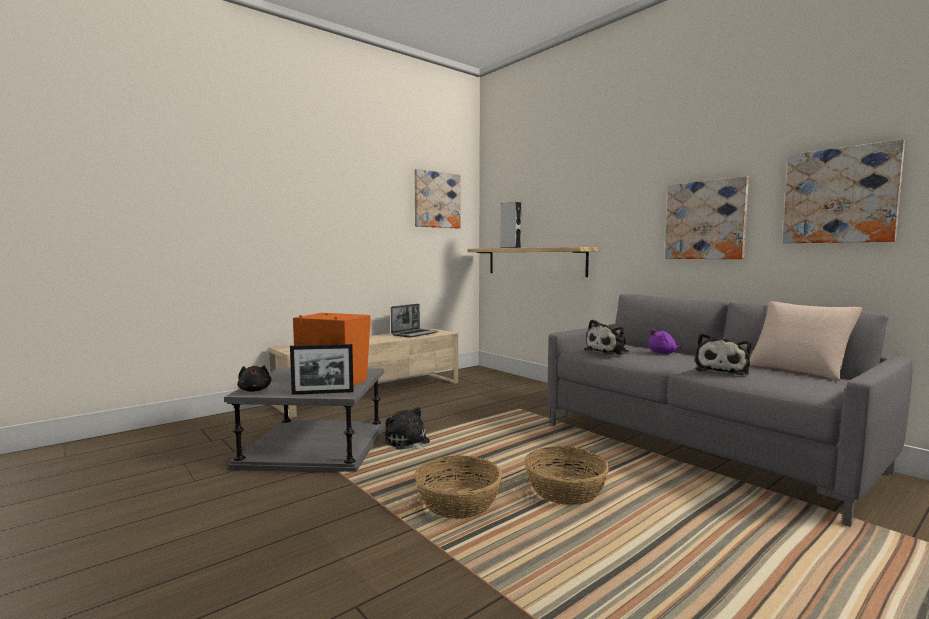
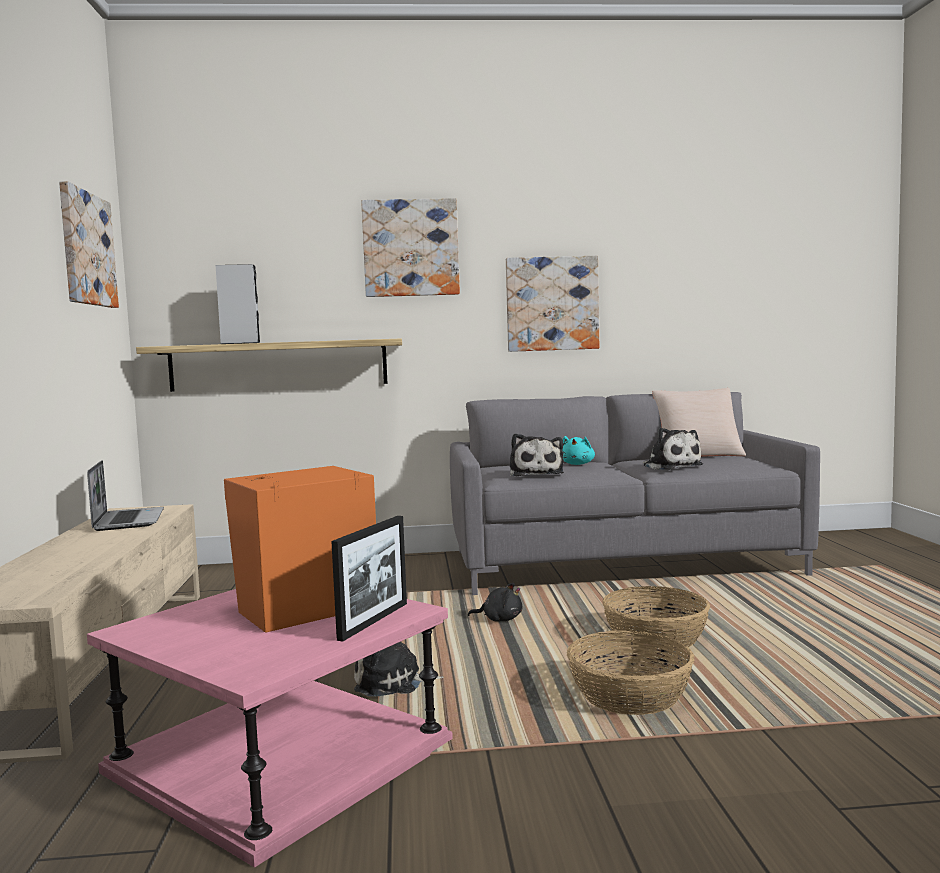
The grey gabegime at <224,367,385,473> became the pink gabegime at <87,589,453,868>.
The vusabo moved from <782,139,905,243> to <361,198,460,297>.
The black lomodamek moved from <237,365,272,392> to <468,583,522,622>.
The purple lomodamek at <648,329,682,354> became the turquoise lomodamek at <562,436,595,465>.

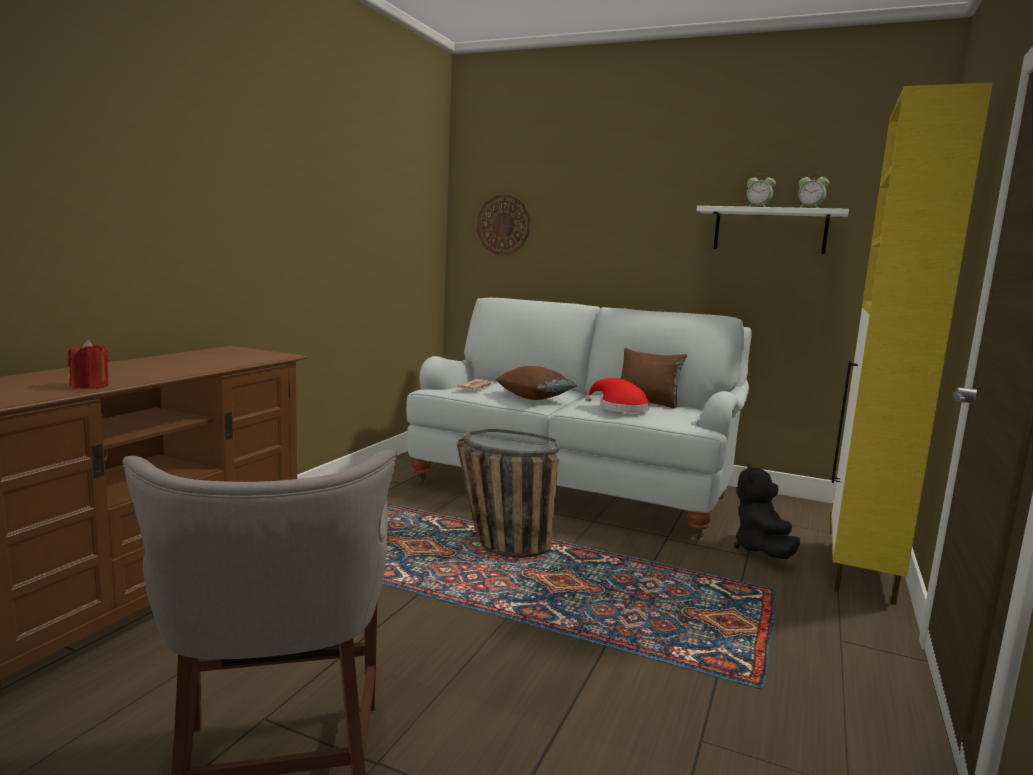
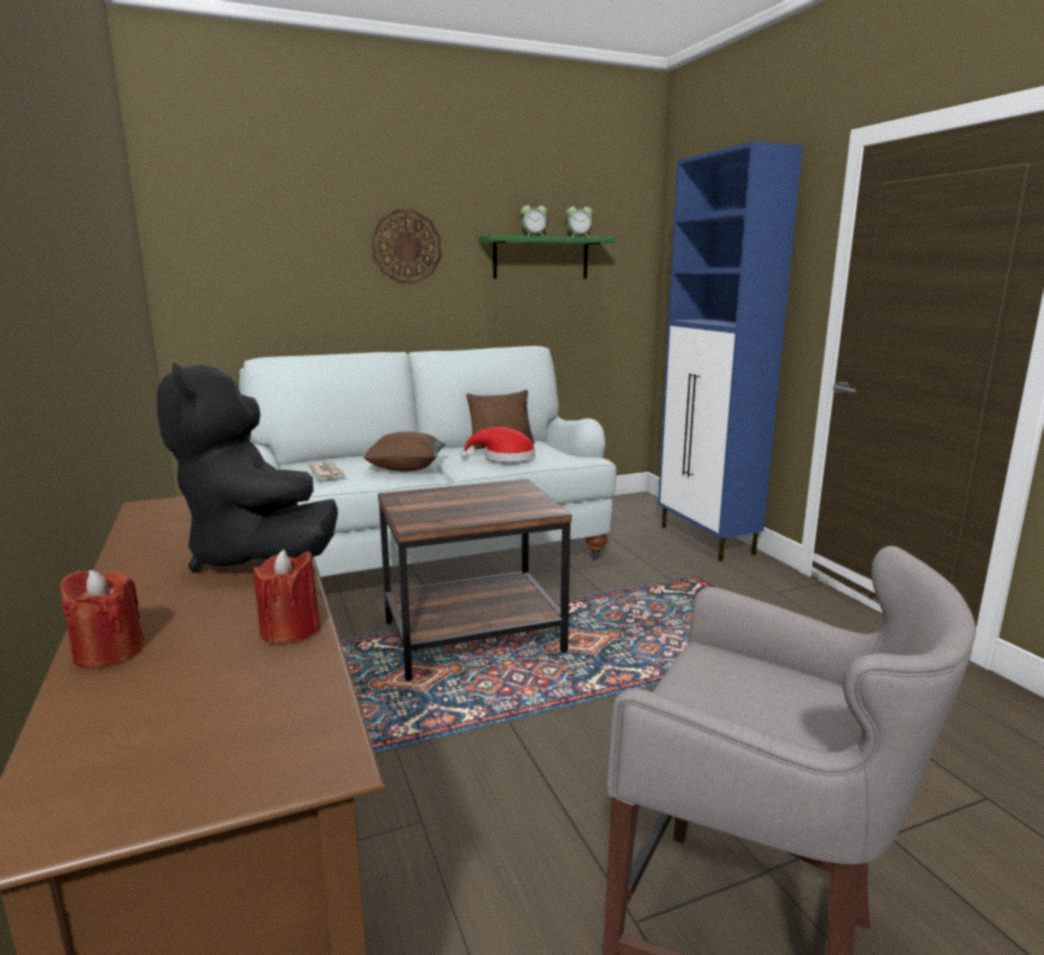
The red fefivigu at <60,570,144,669> appeared.
The black lomodamek moved from <734,463,800,559> to <157,363,338,573>.
The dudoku moved from <477,195,531,255> to <371,209,442,284>.
The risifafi at <456,429,559,558> was replaced by the brown gabegime at <378,479,572,681>.
The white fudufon at <697,206,849,254> became the green fudufon at <479,235,616,279>.
The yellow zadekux at <831,82,993,605> became the blue zadekux at <658,141,803,561>.

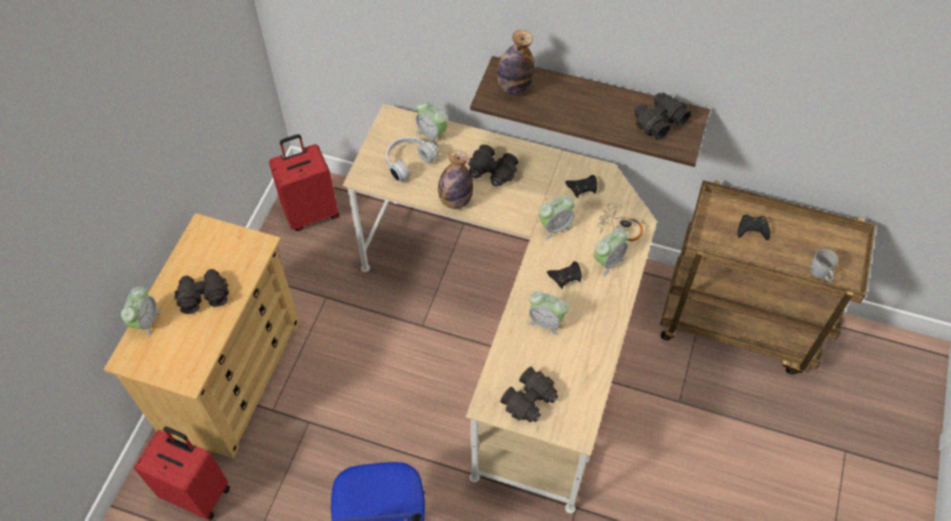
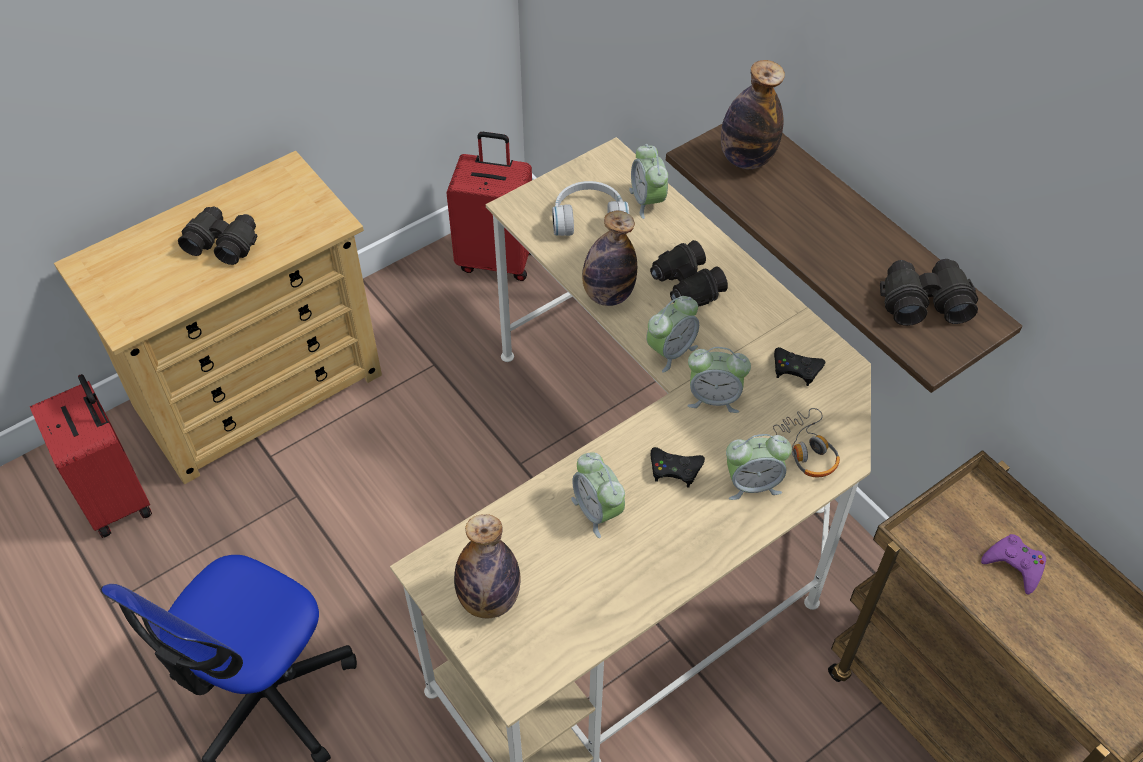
The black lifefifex at <500,367,558,422> was replaced by the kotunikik at <454,514,521,618>.
The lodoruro moved from <121,286,161,338> to <646,296,699,373>.
The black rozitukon at <737,214,770,241> became the purple rozitukon at <981,534,1046,595>.
The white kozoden at <811,249,838,282> disappeared.

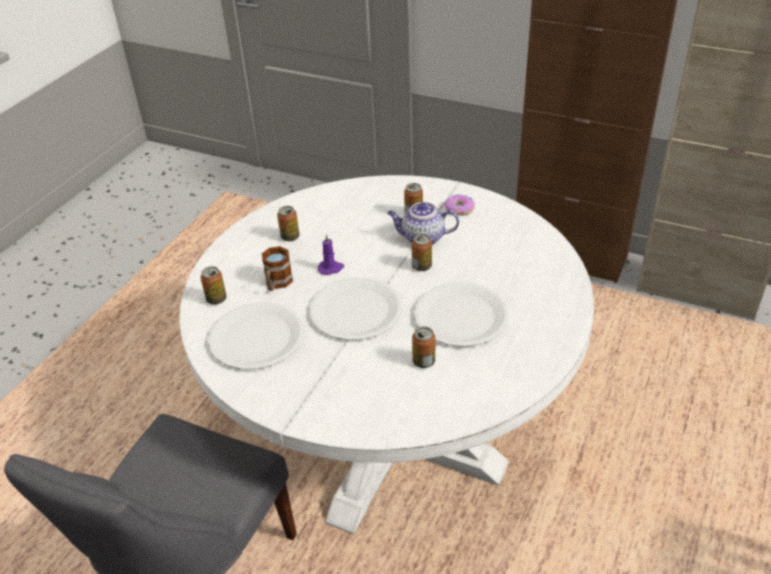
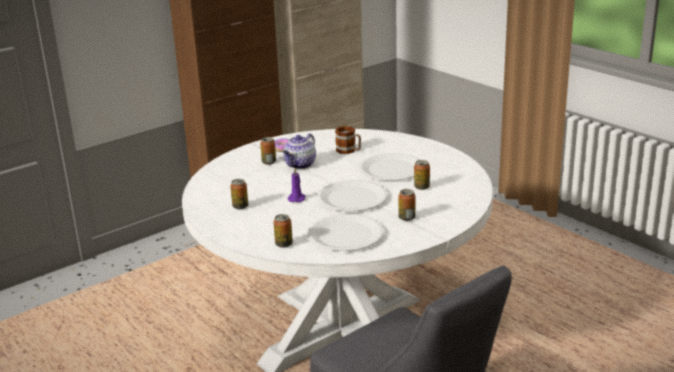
The kozoden moved from <262,246,293,291> to <335,126,361,154>.
The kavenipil moved from <412,234,432,271> to <398,189,416,221>.

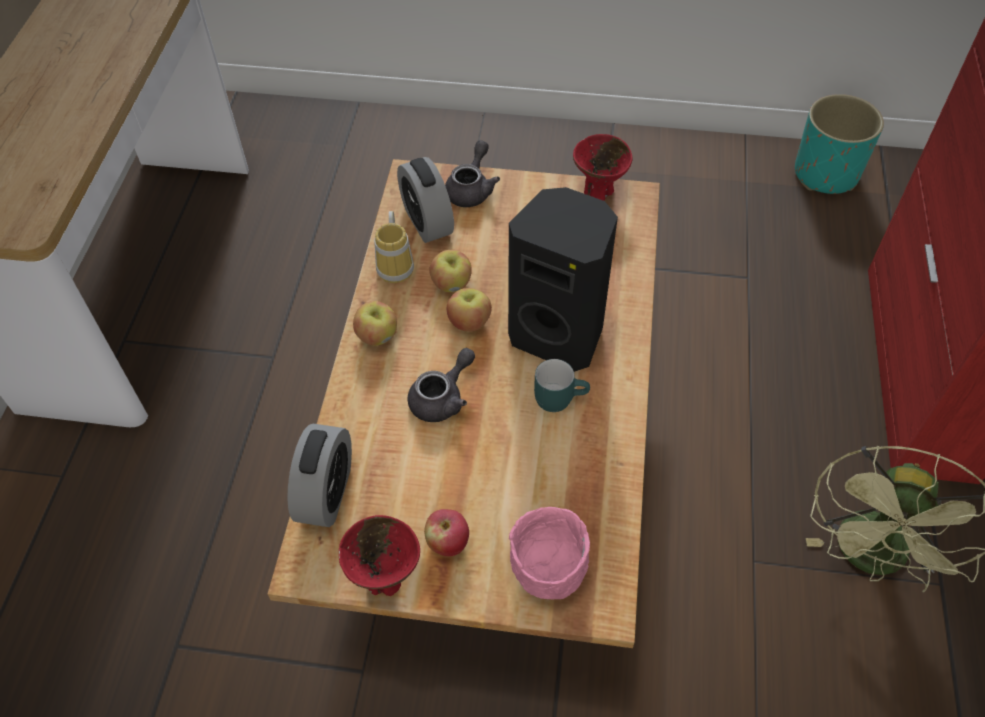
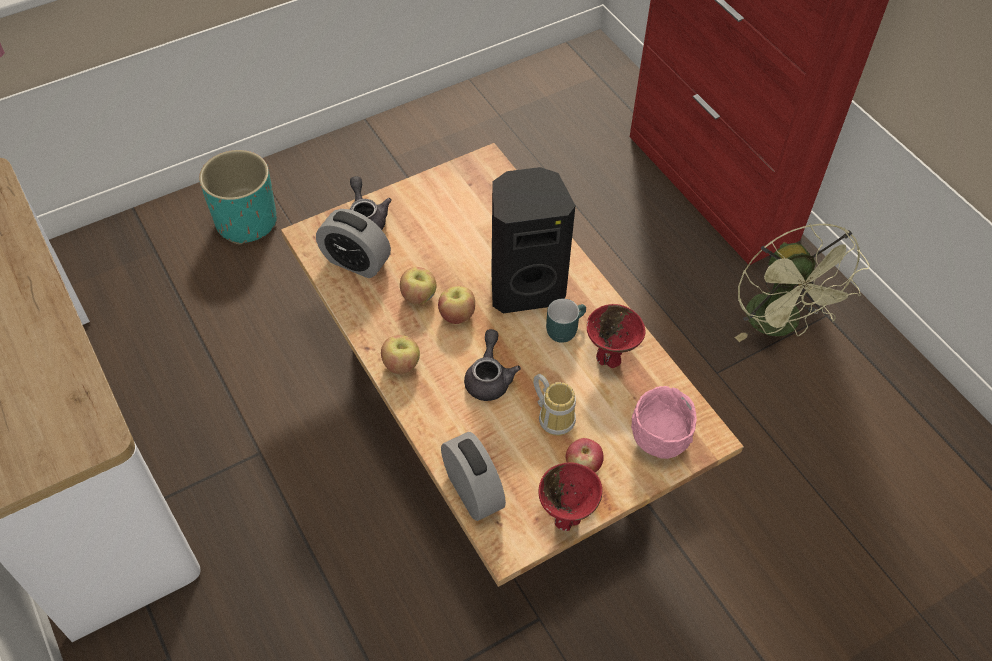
The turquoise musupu moved from <795,94,884,194> to <199,150,277,245>.
The kozoden moved from <374,211,414,283> to <533,374,576,436>.
The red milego moved from <573,134,633,201> to <587,304,646,368>.

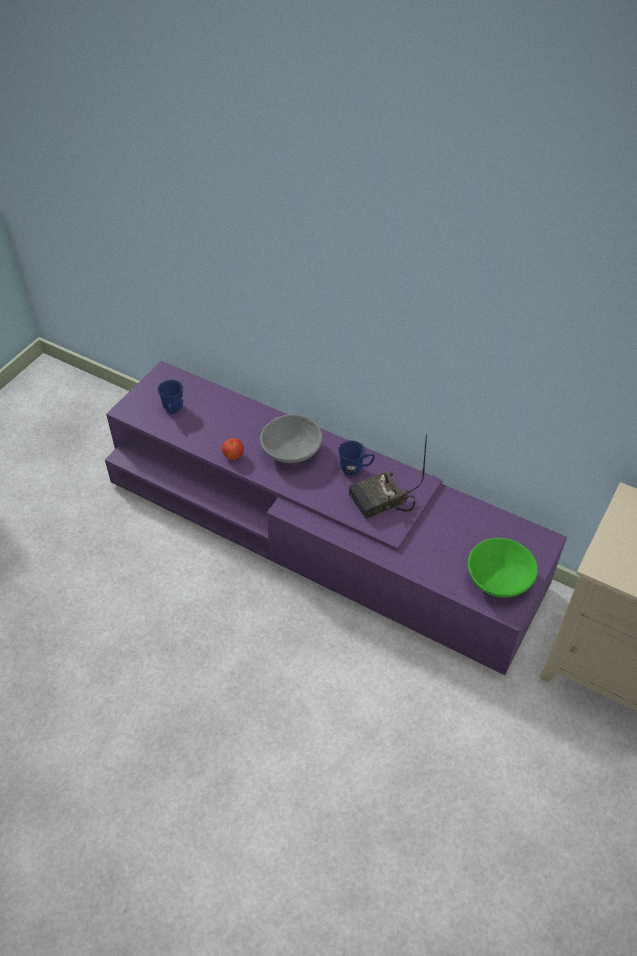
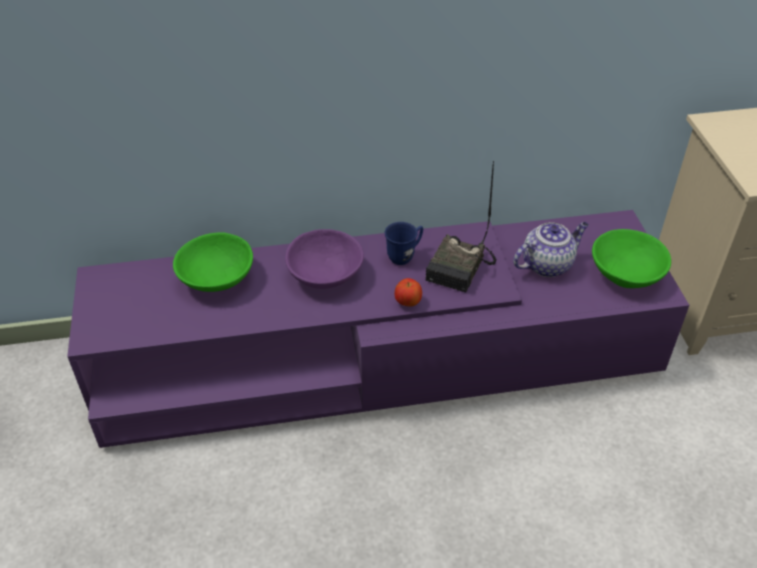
The green milego at <173,232,253,292> appeared.
The grey milego at <260,414,322,463> became the purple milego at <285,229,364,289>.
The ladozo moved from <222,438,244,460> to <395,278,422,306>.
The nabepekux at <513,222,589,277> appeared.
The blue kozoden at <158,380,183,415> disappeared.

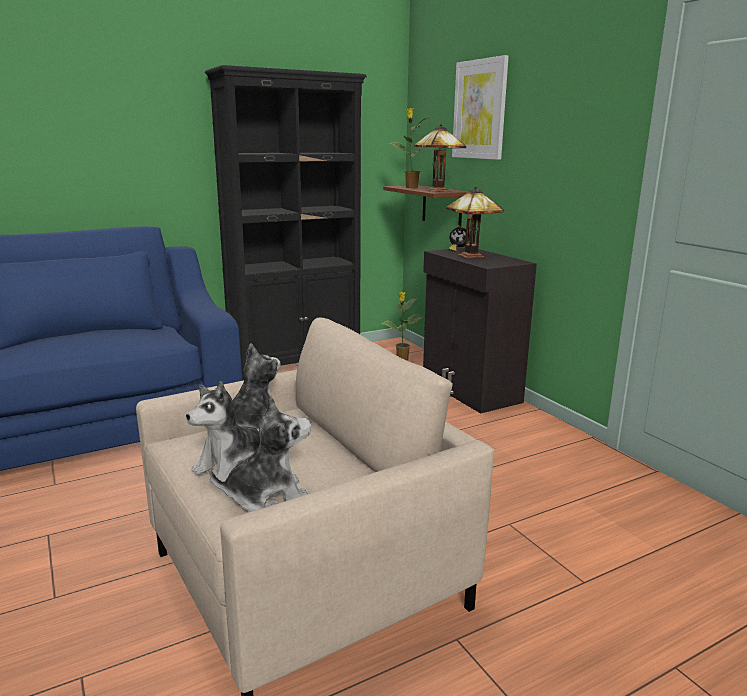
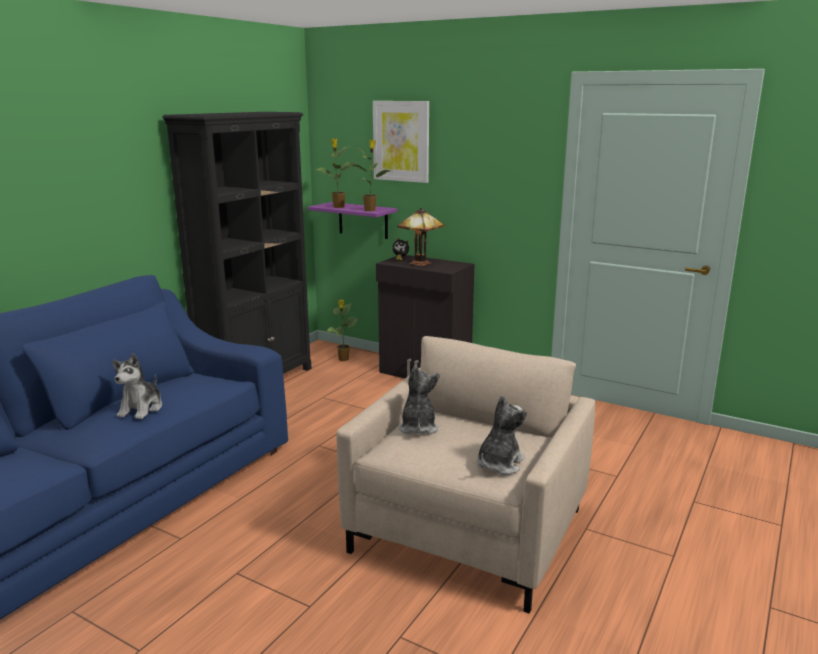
The lomodamek moved from <186,382,260,485> to <112,354,162,419>.
The brown fudufon at <383,185,468,226> became the purple fudufon at <308,202,398,239>.
The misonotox at <414,124,466,192> was replaced by the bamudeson at <351,140,390,211>.

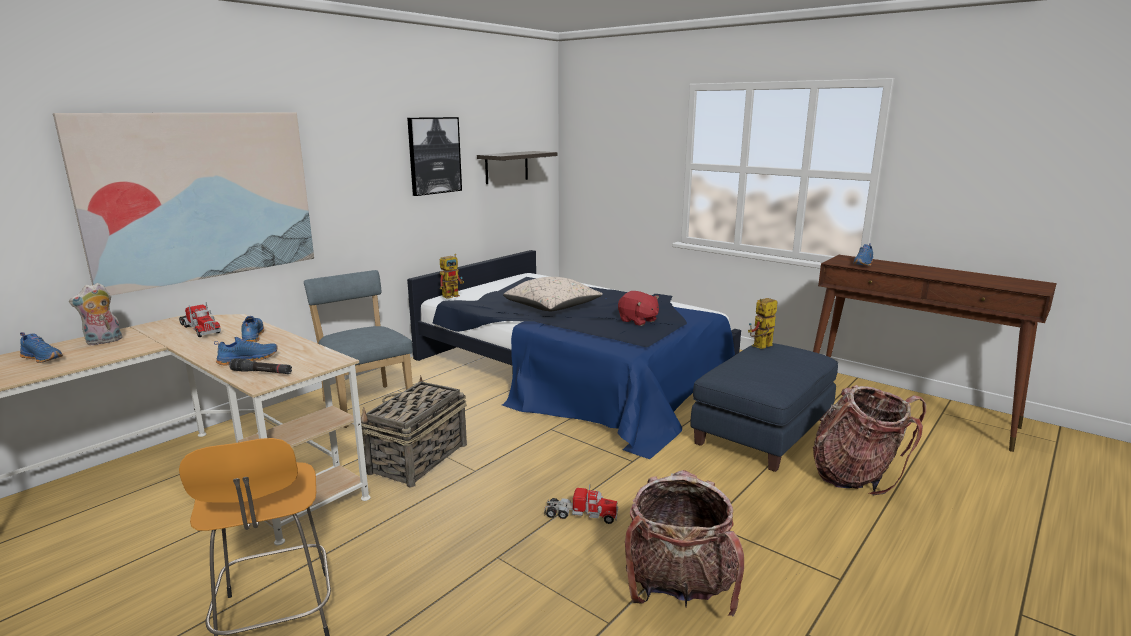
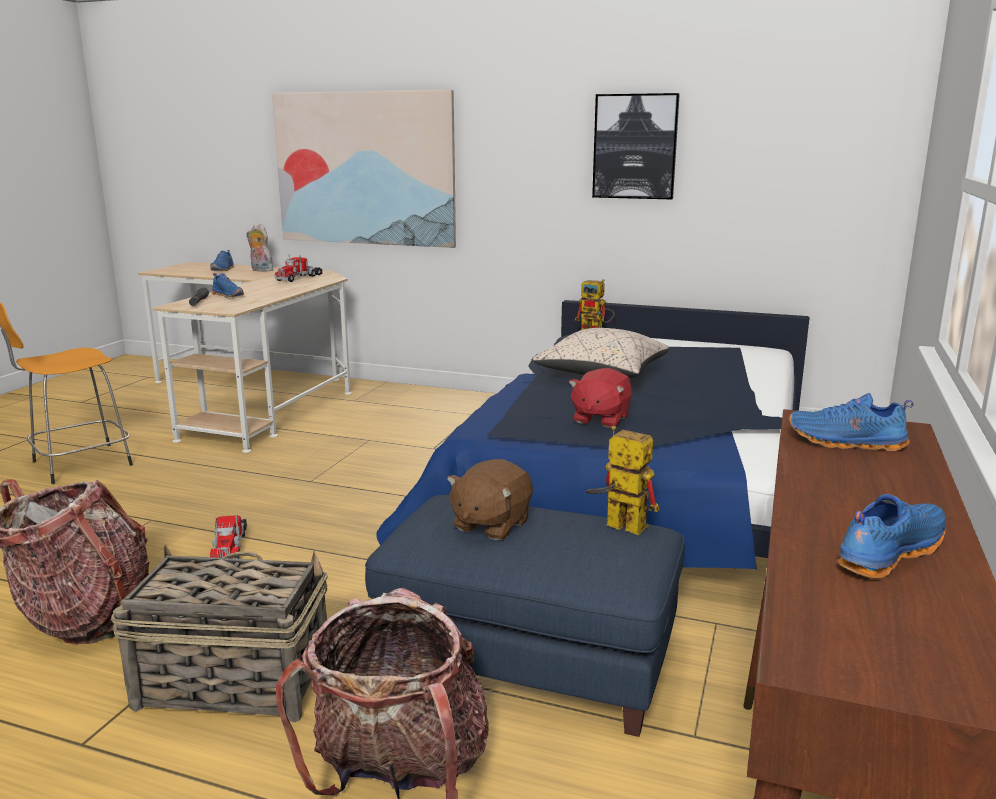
The risifafi moved from <361,376,467,488> to <111,544,328,722>.
The brown lomodamek at <446,459,533,541> appeared.
The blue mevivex moved from <241,316,264,342> to <837,494,946,579>.
The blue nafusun at <304,270,413,428> disappeared.
The fudufon at <477,151,558,184> disappeared.

